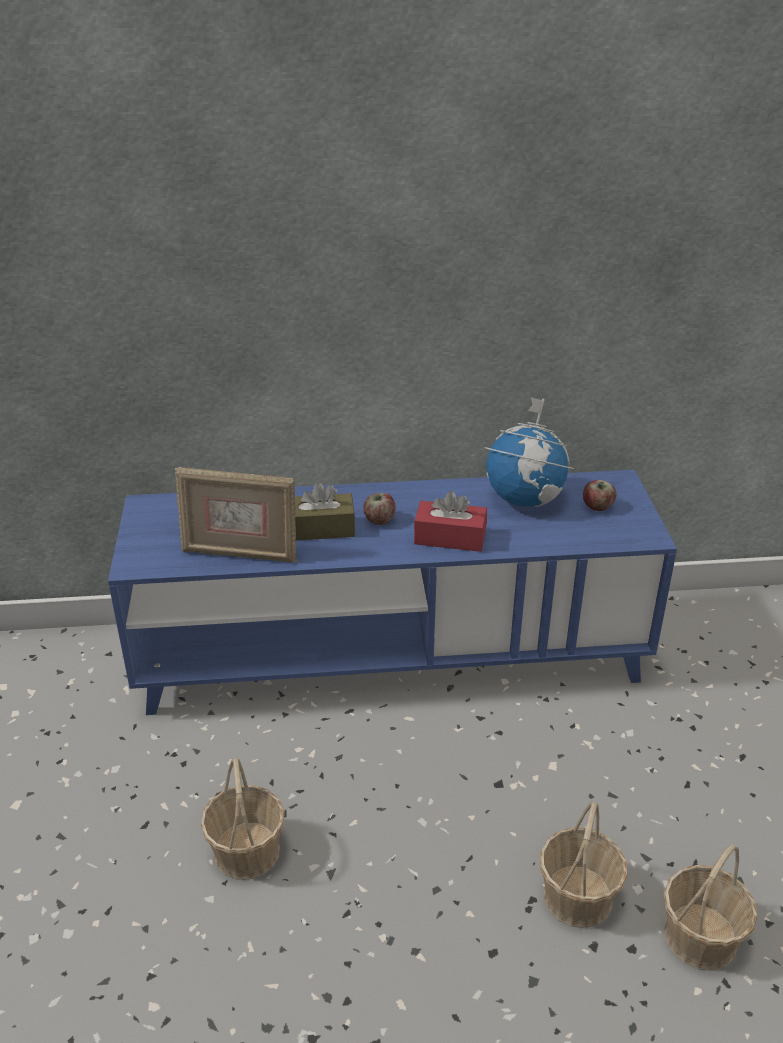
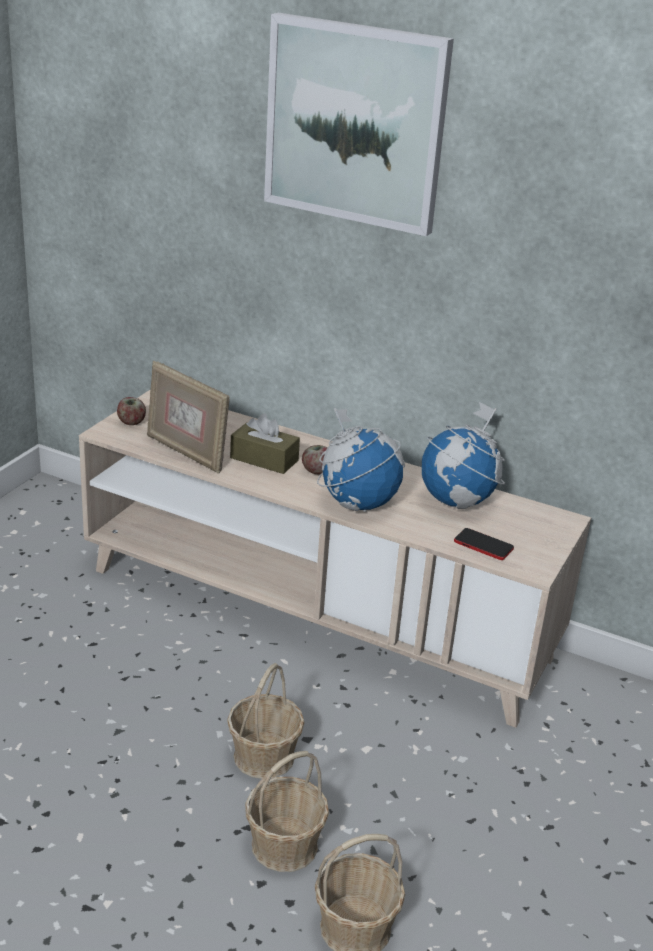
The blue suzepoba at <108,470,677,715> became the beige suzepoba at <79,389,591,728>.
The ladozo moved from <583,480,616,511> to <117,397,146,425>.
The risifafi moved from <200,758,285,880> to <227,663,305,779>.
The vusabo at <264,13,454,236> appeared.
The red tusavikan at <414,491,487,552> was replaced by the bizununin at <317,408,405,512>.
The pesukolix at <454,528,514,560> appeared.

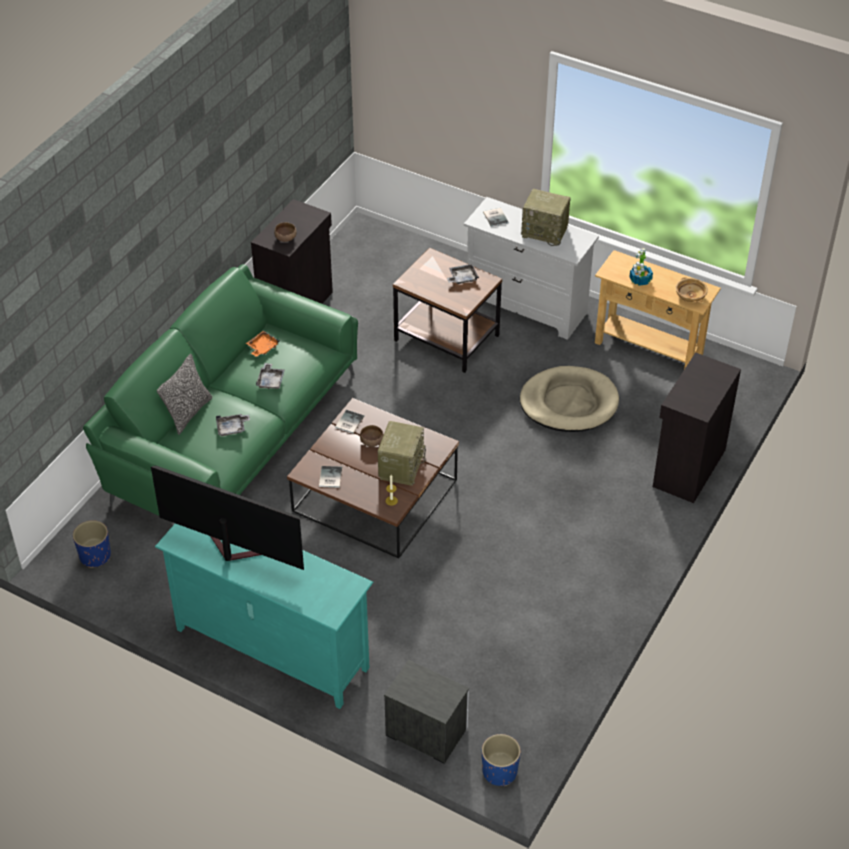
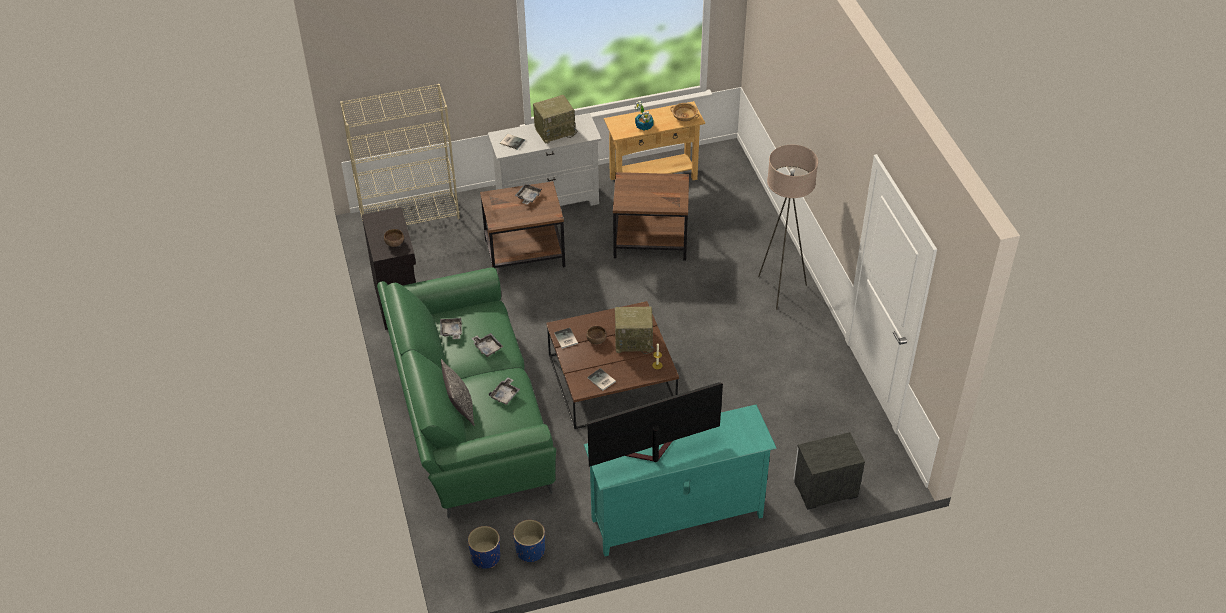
The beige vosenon at <340,84,460,225> appeared.
The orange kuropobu at <246,331,280,357> became the grey kuropobu at <440,318,462,339>.
The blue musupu moved from <482,734,521,786> to <513,520,545,562>.
The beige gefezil at <520,366,619,432> was replaced by the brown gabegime at <613,172,689,261>.
The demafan at <378,421,426,486> turned 120 degrees clockwise.
The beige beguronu at <758,145,818,310> appeared.
The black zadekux at <653,352,741,503> disappeared.

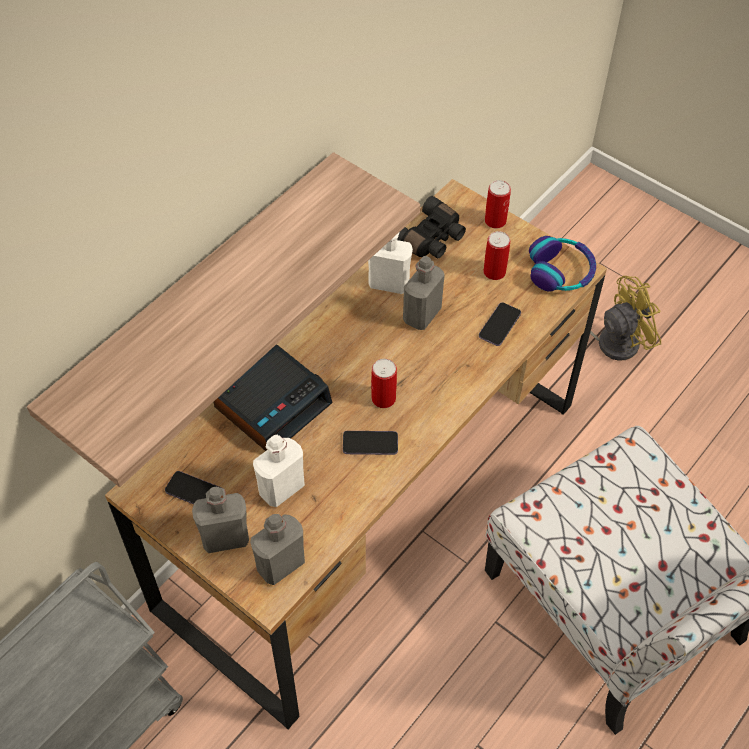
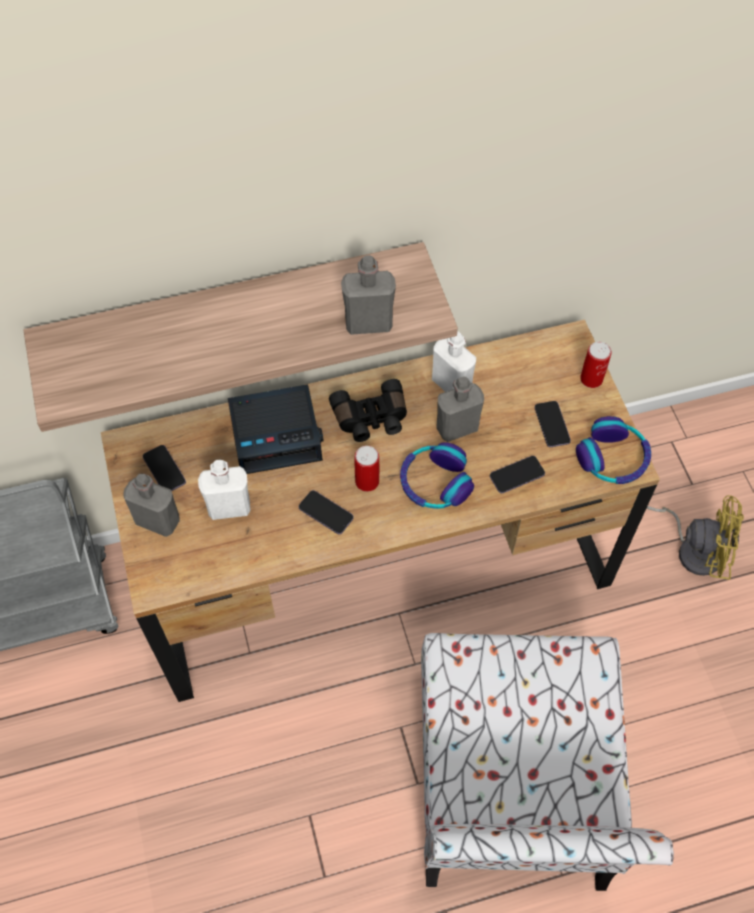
The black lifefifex moved from <397,196,466,258> to <329,379,407,442>.
The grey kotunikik moved from <250,514,305,585> to <341,255,396,335>.
The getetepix at <400,442,474,509> appeared.
The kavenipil at <483,231,510,280> was replaced by the pesukolix at <535,401,571,447>.

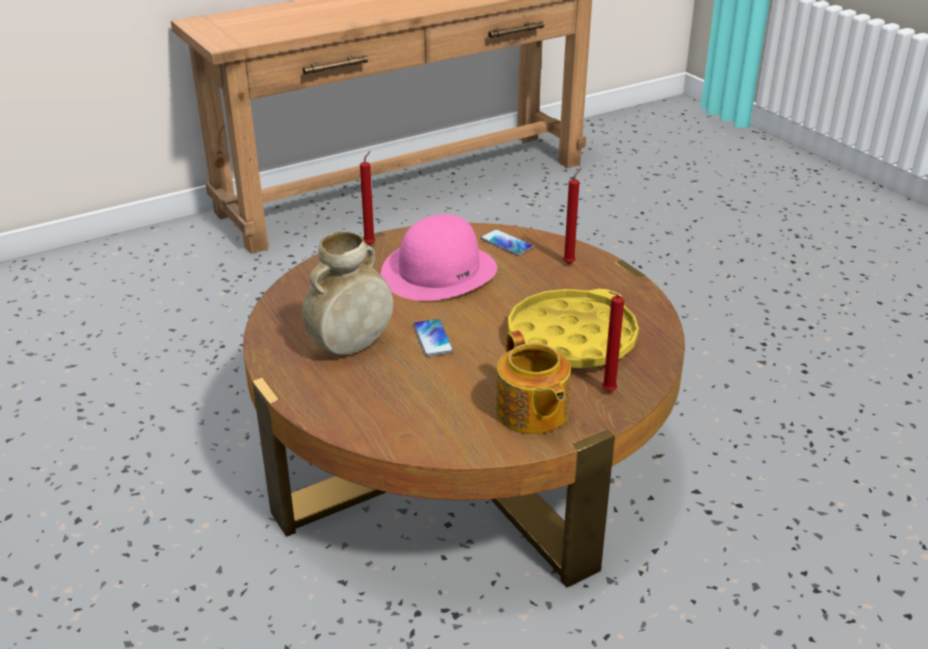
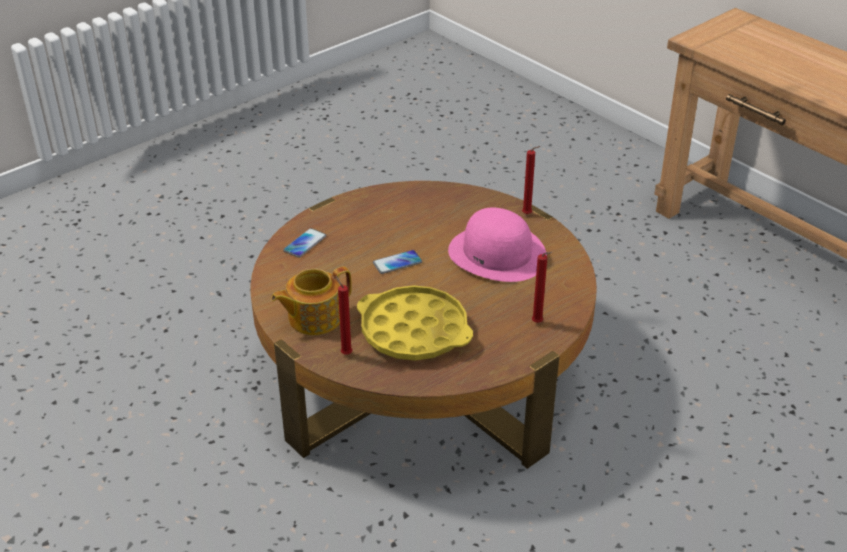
The pesukolix moved from <480,229,534,256> to <283,228,326,258>.
The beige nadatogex at <302,231,393,355> disappeared.

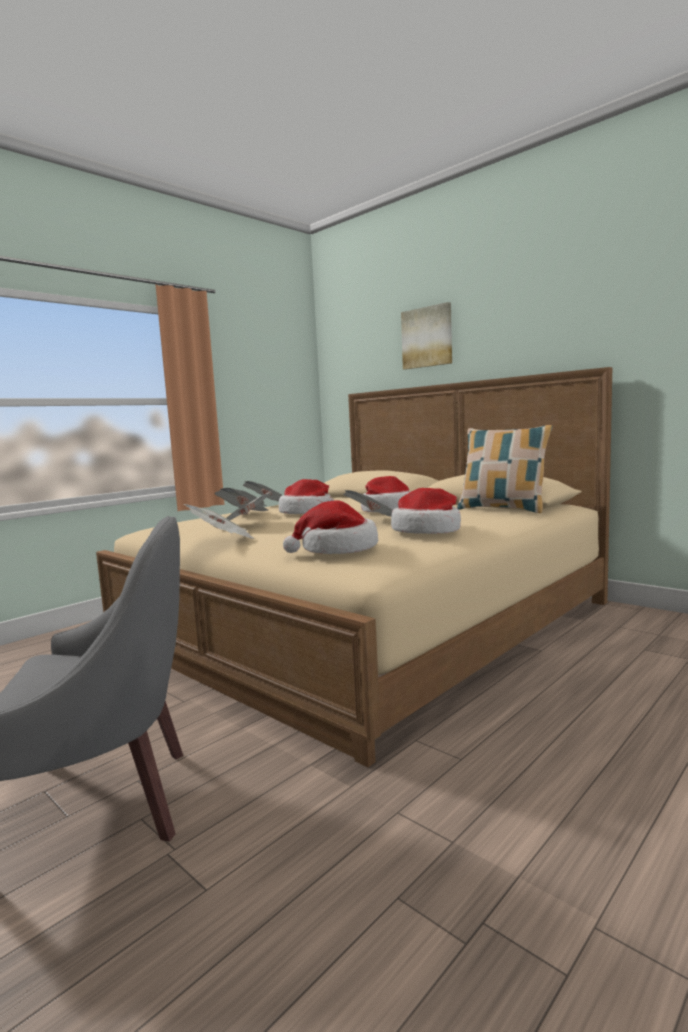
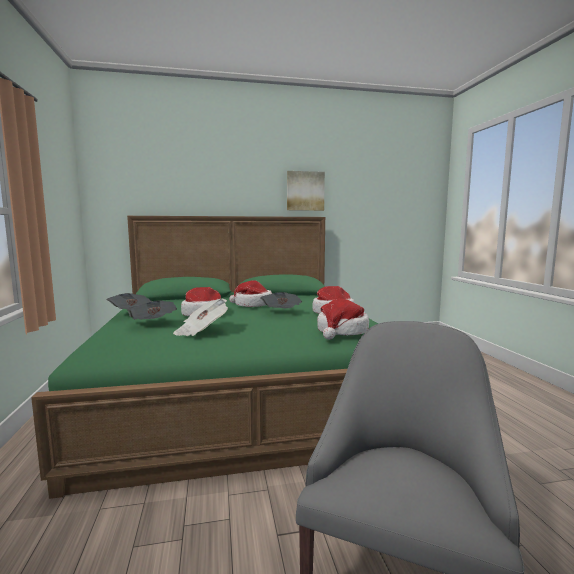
The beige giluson at <96,367,612,767> became the green giluson at <31,216,378,499>.
The vusabo moved from <401,302,452,370> to <287,171,325,211>.
The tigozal at <183,504,255,539> disappeared.
The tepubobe at <457,425,553,513> disappeared.

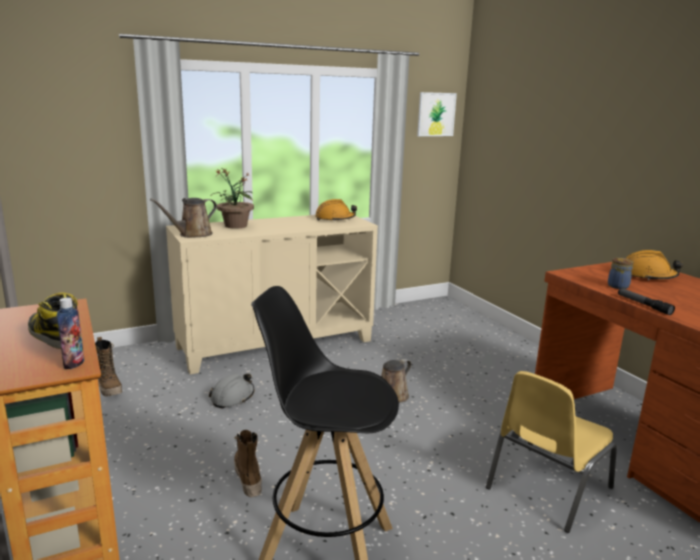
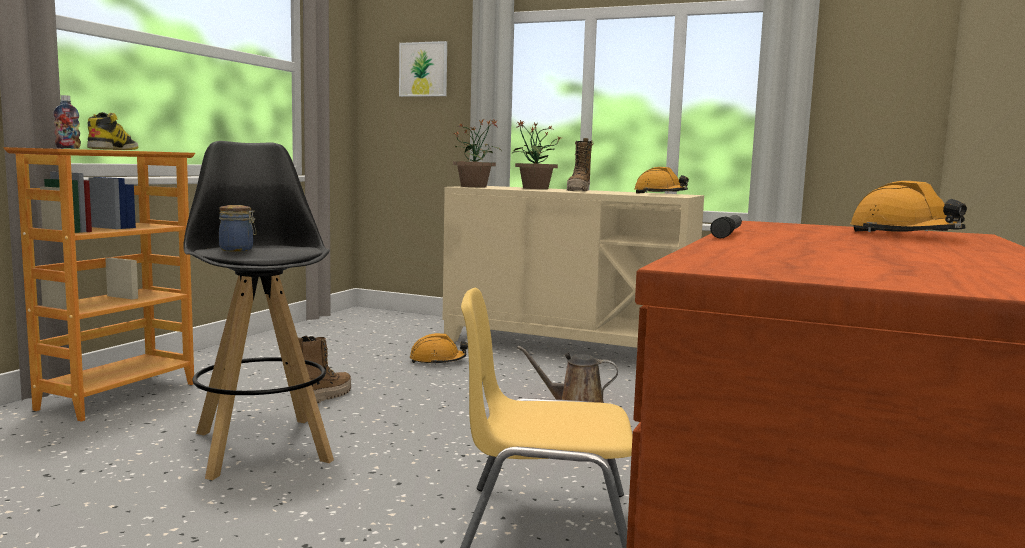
The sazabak moved from <608,258,633,289> to <219,205,256,252>.
The vusabo moved from <417,92,457,136> to <399,41,447,97>.
The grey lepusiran at <209,373,254,409> became the orange lepusiran at <410,333,468,365>.
The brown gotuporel at <150,198,217,238> was replaced by the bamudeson at <453,119,501,187>.
The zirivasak moved from <95,337,122,396> to <567,138,593,191>.

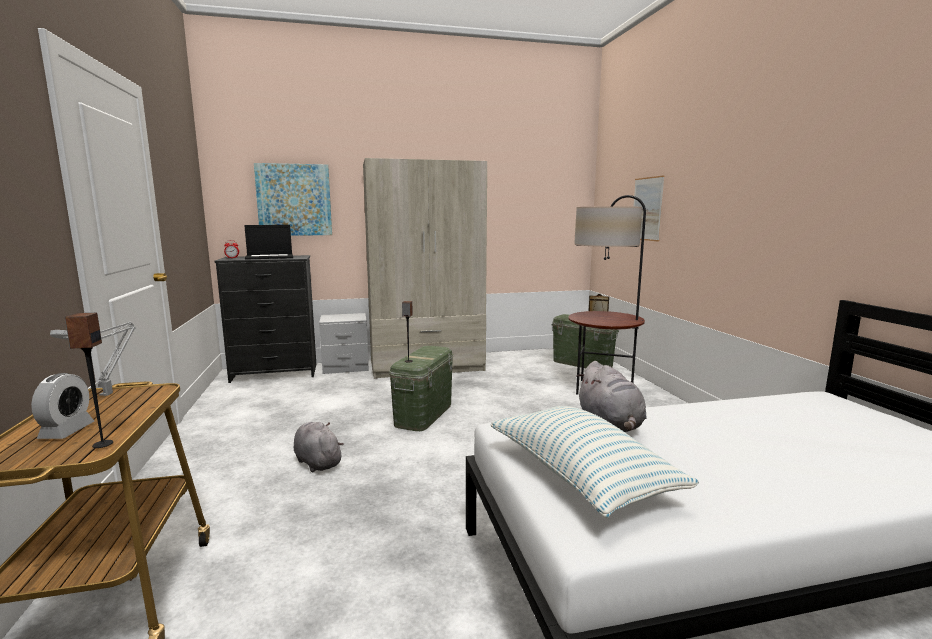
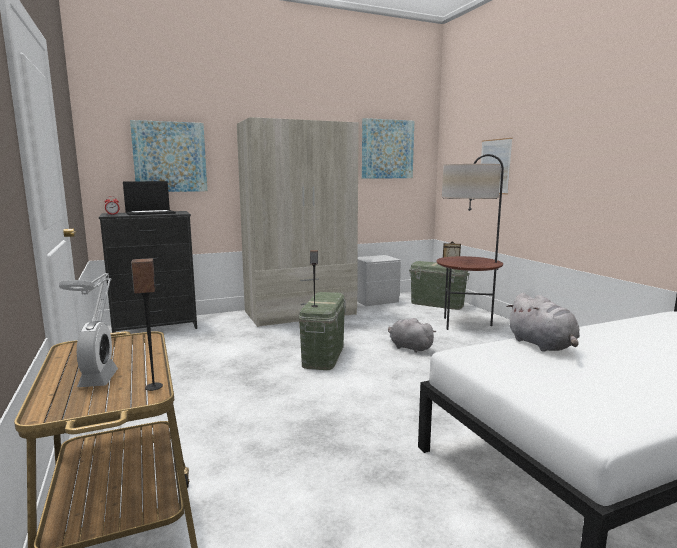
The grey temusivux moved from <319,313,369,374> to <357,255,401,306>.
The vusabo at <362,118,414,178> appeared.
The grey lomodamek moved from <294,422,344,472> to <388,318,436,353>.
The tepubobe at <491,406,699,518> disappeared.

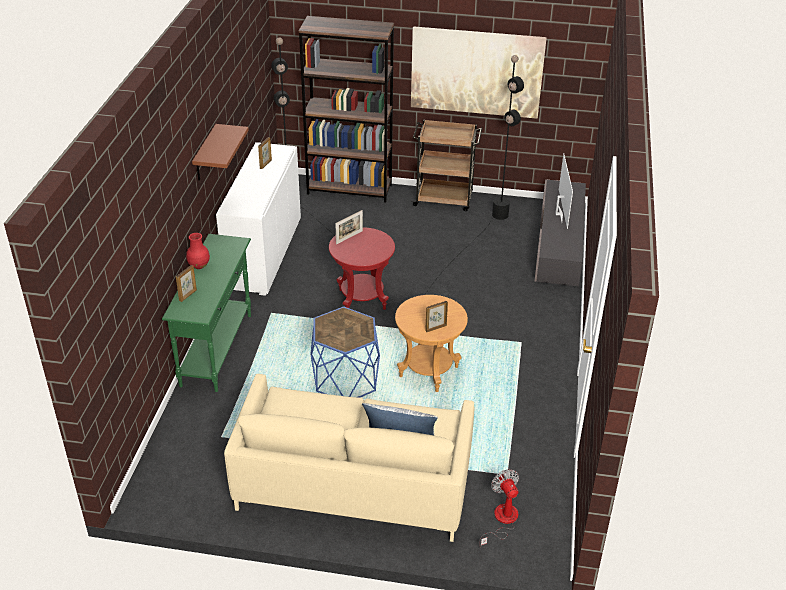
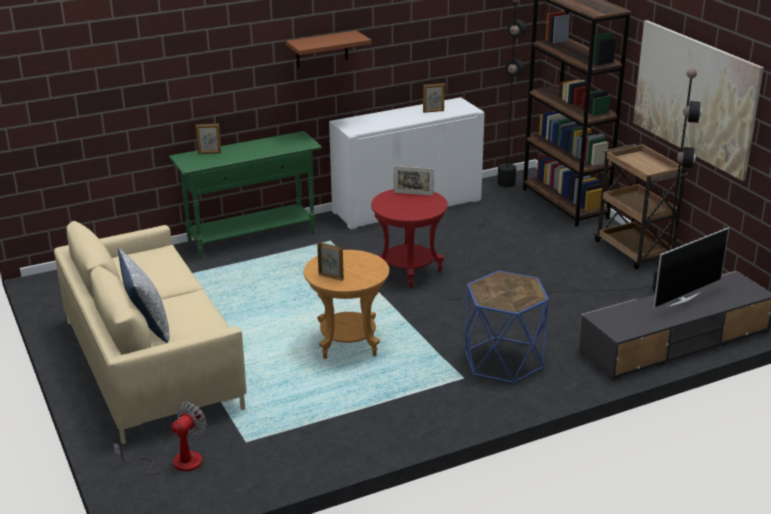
The blue gabegime moved from <310,306,380,398> to <465,270,549,384>.
The red nadatogex at <186,233,210,269> disappeared.

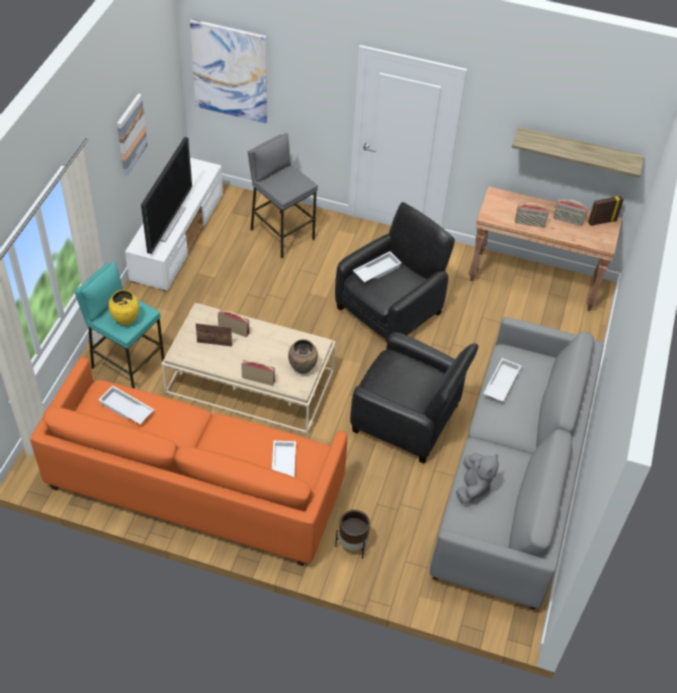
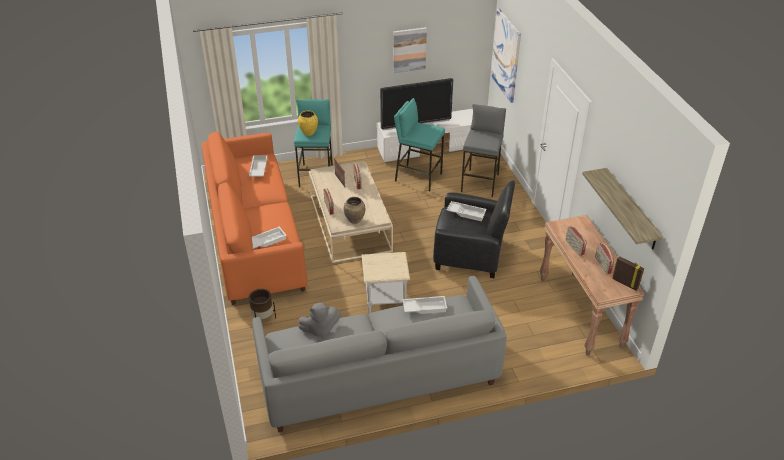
The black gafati at <350,332,478,464> was replaced by the beige gabegime at <362,252,410,314>.
The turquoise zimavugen at <394,98,445,191> appeared.

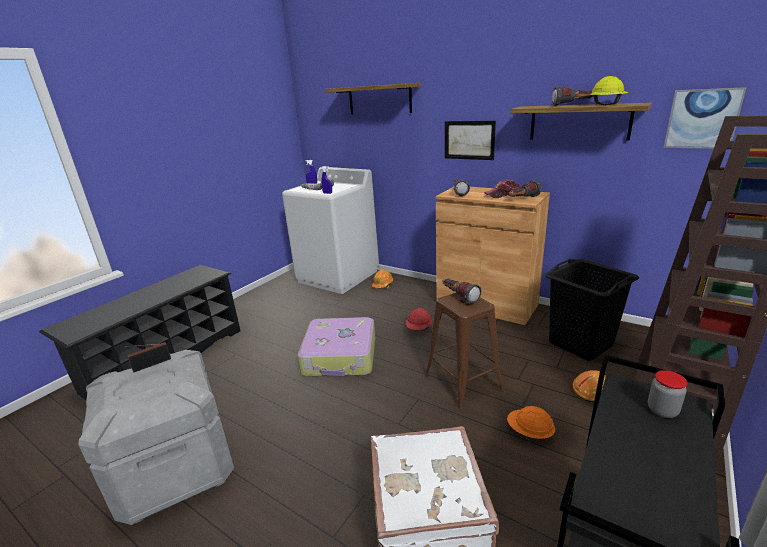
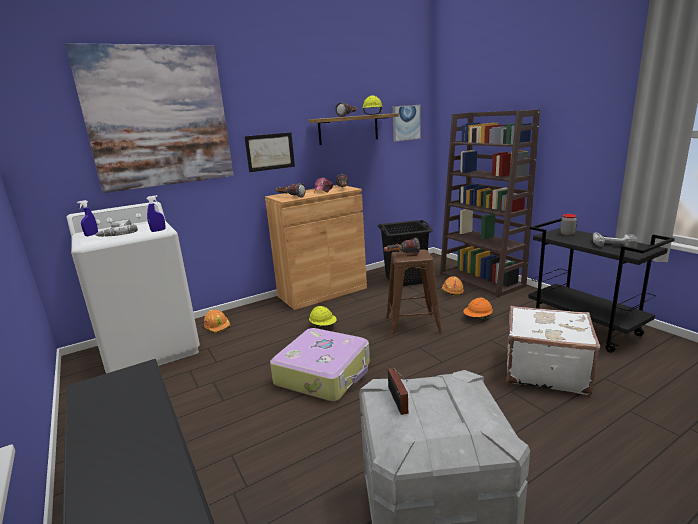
The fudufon at <325,83,420,115> was replaced by the vusabo at <65,43,234,193>.
The red lepusiran at <406,308,432,330> became the yellow lepusiran at <309,306,337,328>.
The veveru at <593,232,638,248> appeared.

